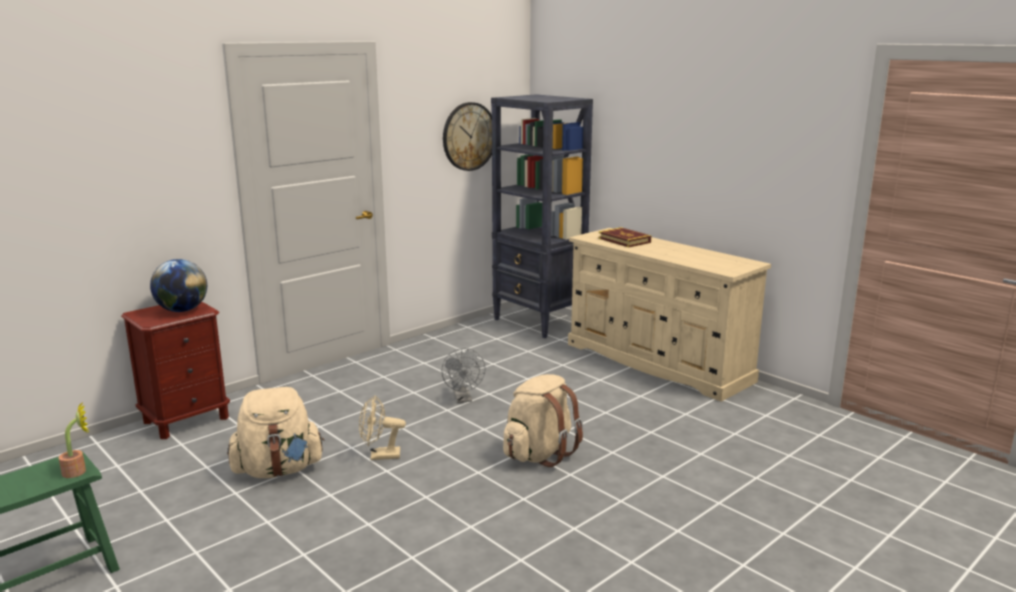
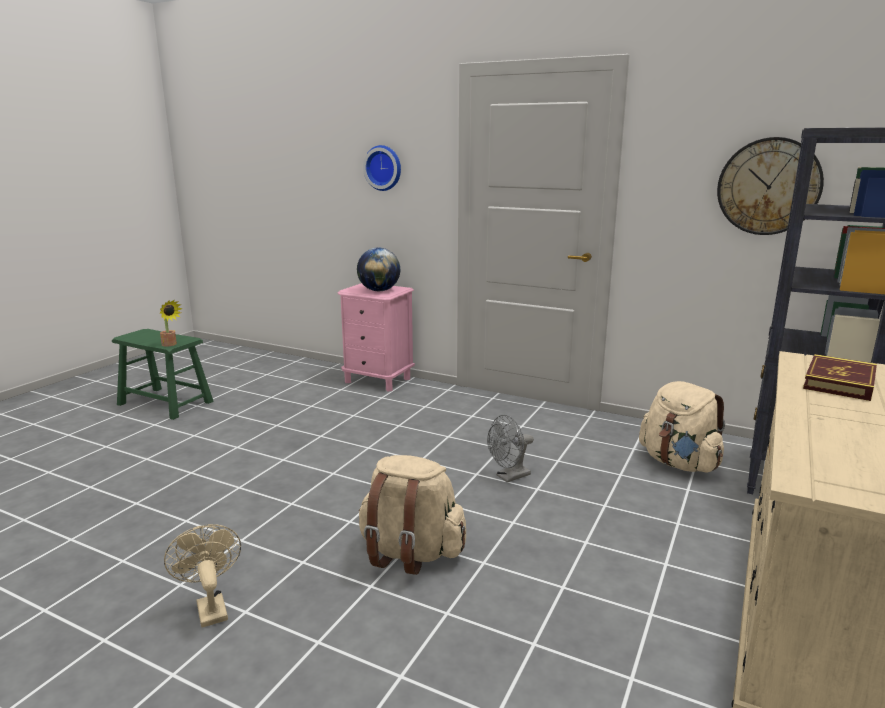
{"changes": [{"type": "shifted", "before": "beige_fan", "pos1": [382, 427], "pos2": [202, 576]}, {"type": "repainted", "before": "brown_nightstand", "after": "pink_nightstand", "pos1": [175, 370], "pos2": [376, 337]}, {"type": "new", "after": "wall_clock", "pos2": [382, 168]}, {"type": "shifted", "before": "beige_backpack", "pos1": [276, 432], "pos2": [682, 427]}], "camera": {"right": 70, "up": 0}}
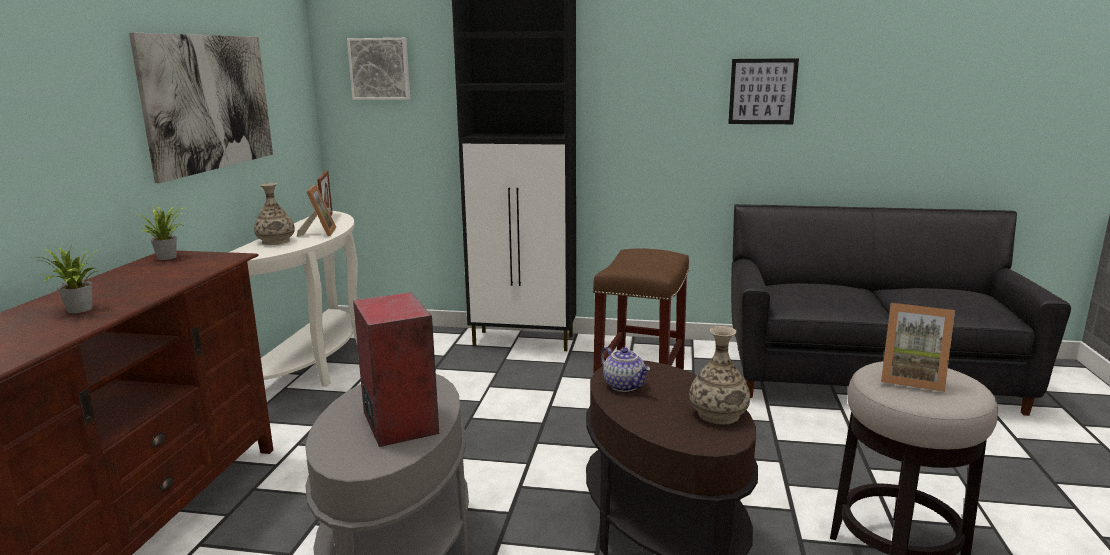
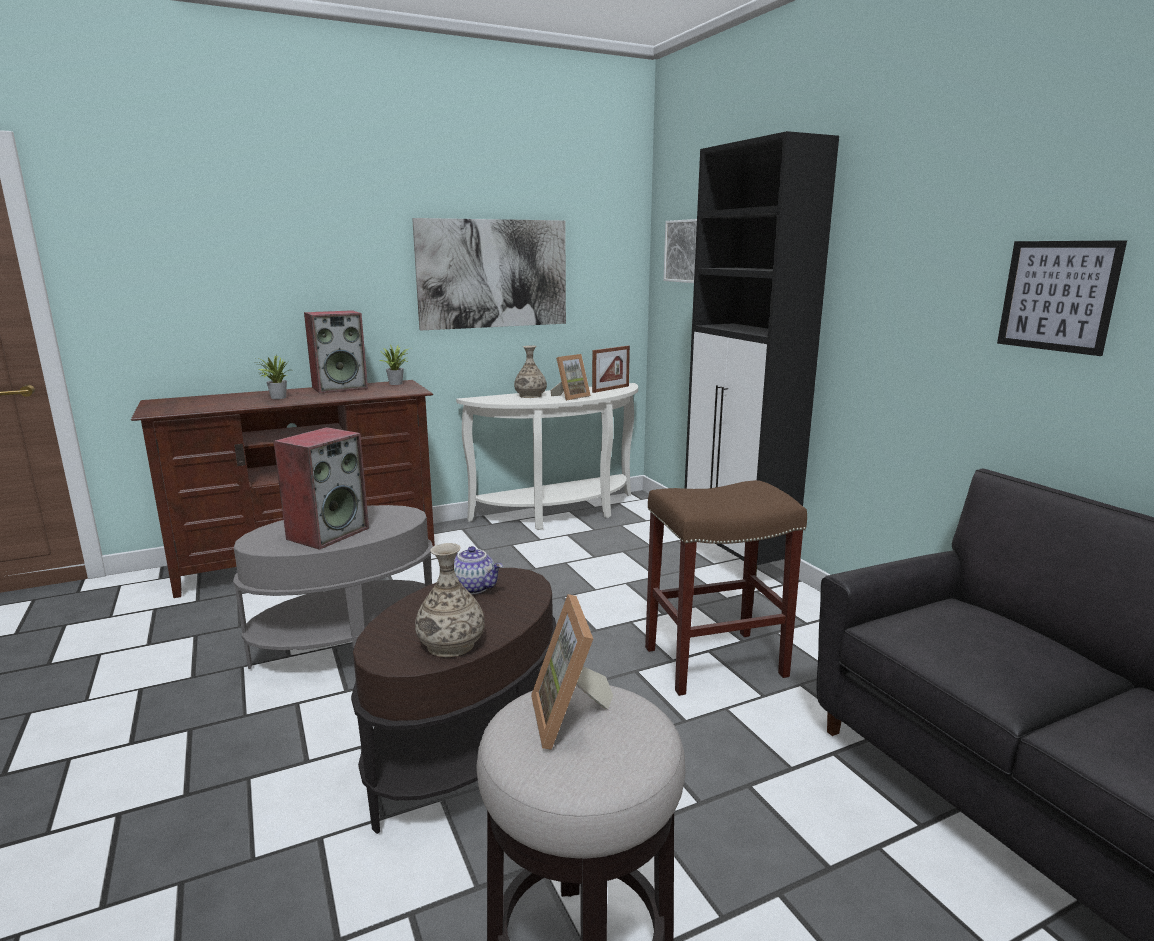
{"changes": [{"type": "new", "after": "speaker", "pos2": [336, 351]}, {"type": "rotated", "before": "teapot", "pos1": [625, 369], "pos2": [478, 570], "turn": -75}], "camera": {"right": 55, "up": 0}}
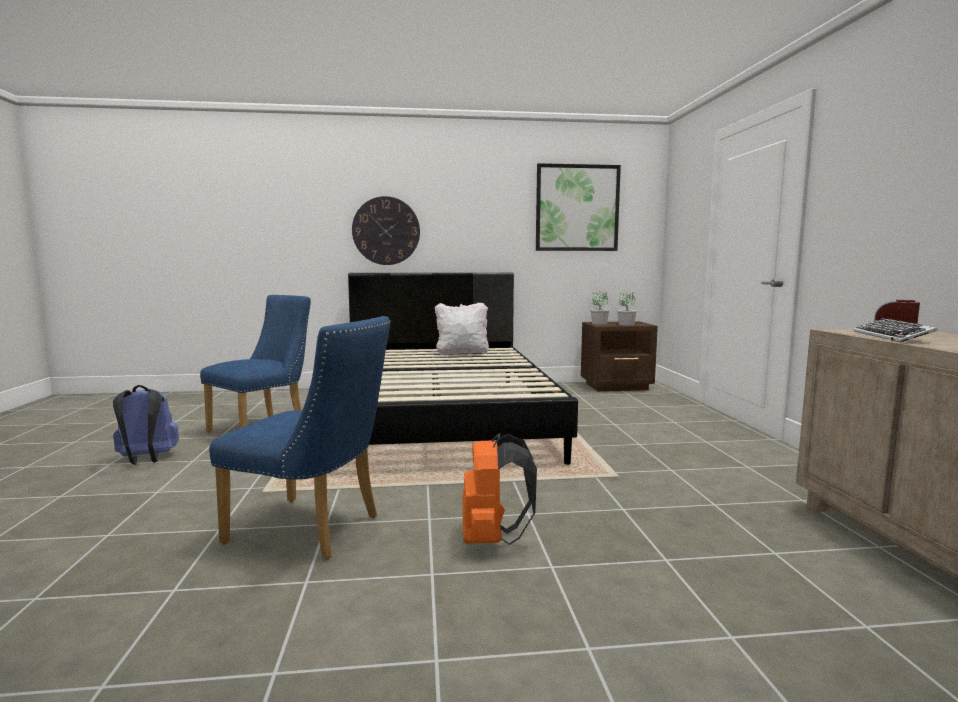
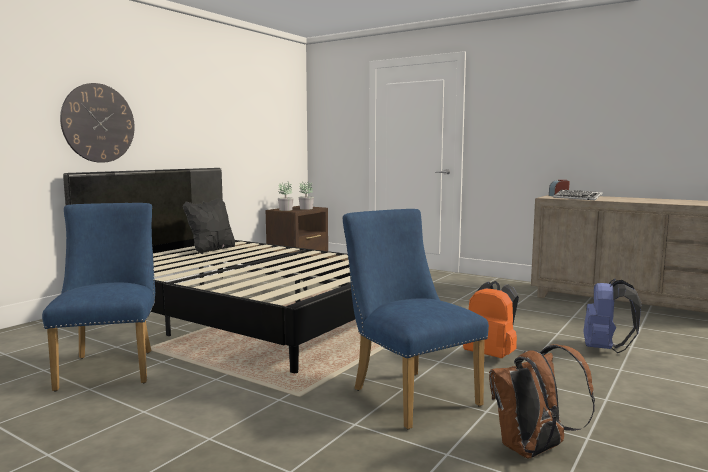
{"changes": [{"type": "repainted", "before": "white_pillow", "after": "black_pillow", "pos1": [462, 329], "pos2": [209, 226]}, {"type": "rotated", "before": "blue_chair", "pos1": [300, 437], "pos2": [416, 319], "turn": -90}, {"type": "new", "after": "brown_backpack", "pos2": [542, 401]}, {"type": "shifted", "before": "blue_backpack", "pos1": [146, 425], "pos2": [613, 315]}, {"type": "gone", "before": "picture", "pos1": [578, 207]}], "camera": {"right": -50, "up": 0}}
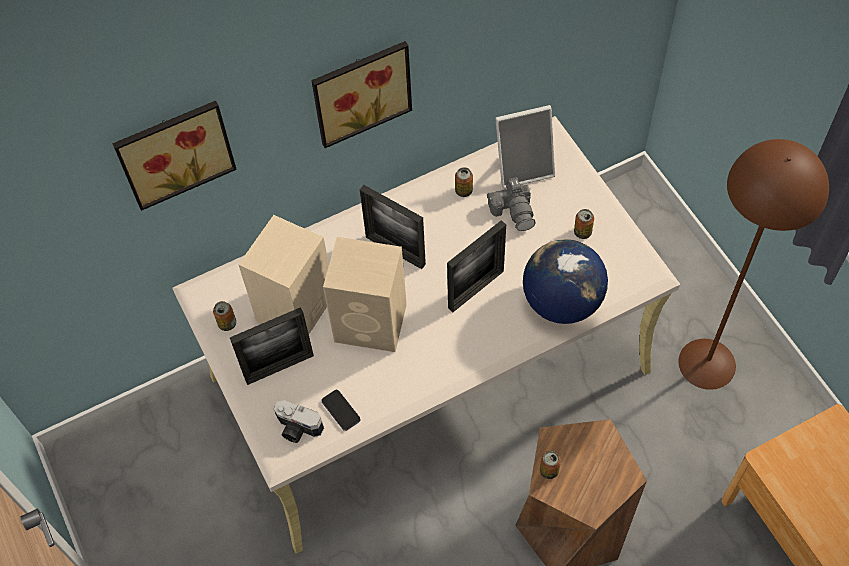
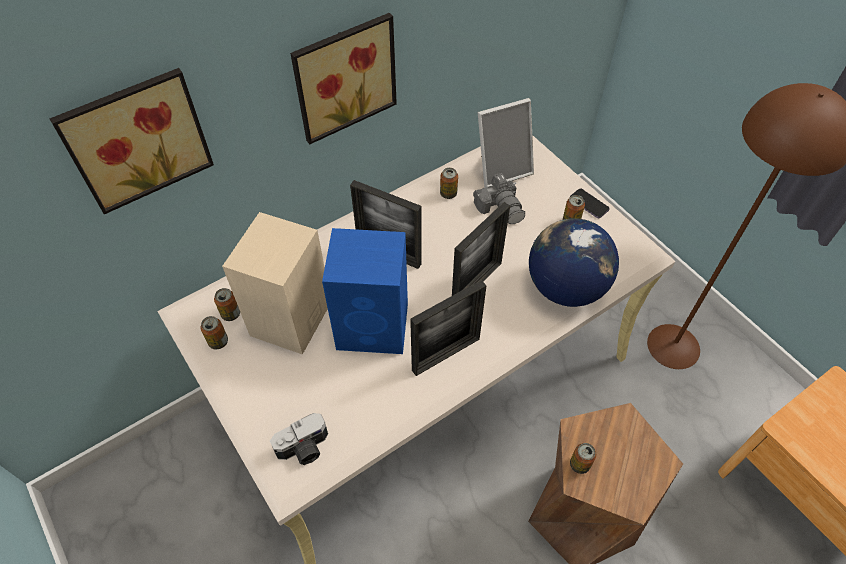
{"changes": [{"type": "new", "after": "can", "pos2": [227, 304]}, {"type": "rotated", "before": "photo_camera", "pos1": [299, 421], "pos2": [299, 439], "turn": -45}, {"type": "repainted", "before": "beige_speaker", "after": "blue_speaker", "pos1": [365, 294], "pos2": [365, 291]}, {"type": "shifted", "before": "picture_frame", "pos1": [272, 346], "pos2": [448, 328]}, {"type": "shifted", "before": "phone", "pos1": [340, 410], "pos2": [590, 203]}], "camera": {"right": -10, "up": -5}}
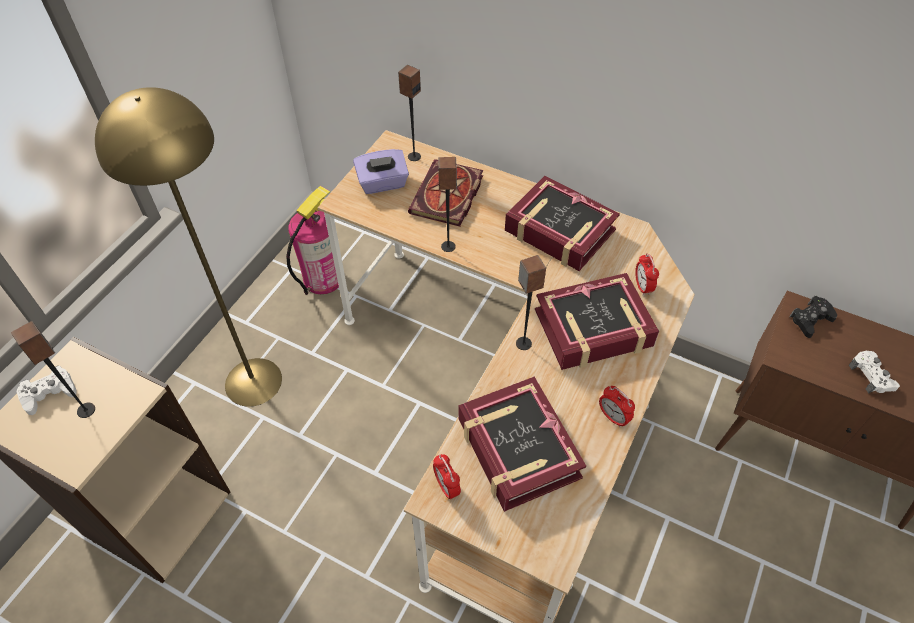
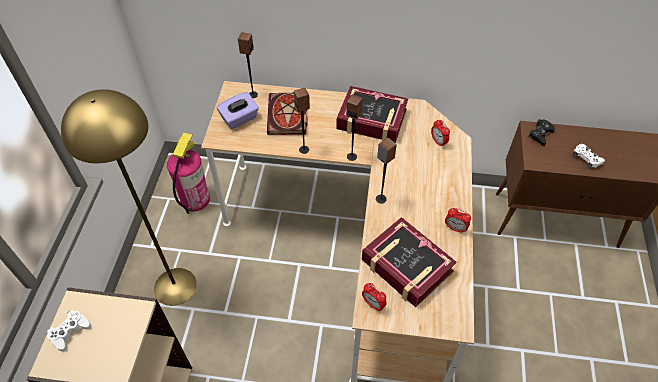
{"changes": [{"type": "shifted", "before": "speaker", "pos1": [53, 369], "pos2": [354, 127]}, {"type": "gone", "before": "book", "pos1": [597, 321]}], "camera": {"right": -20, "up": 0}}
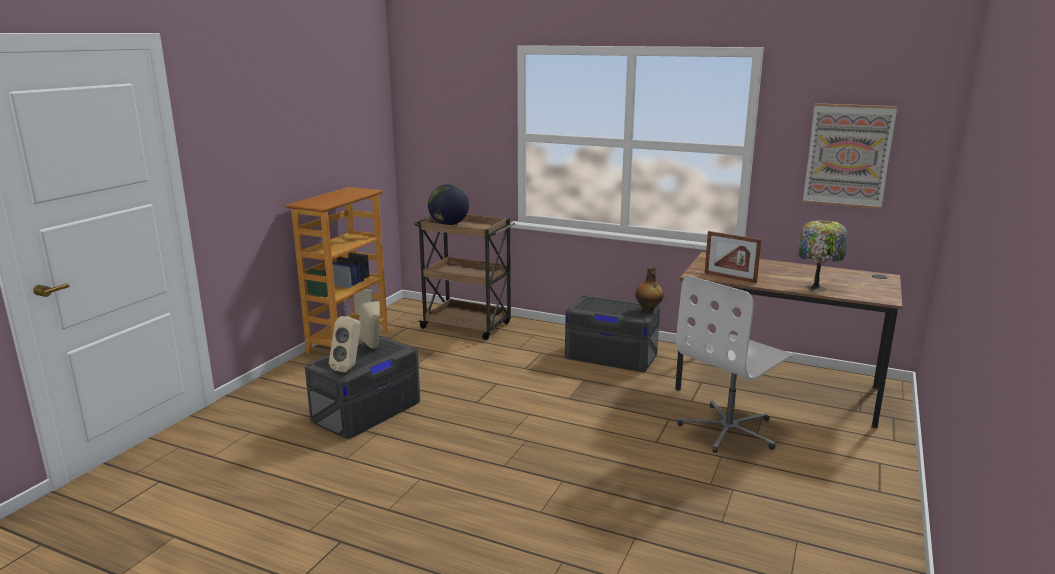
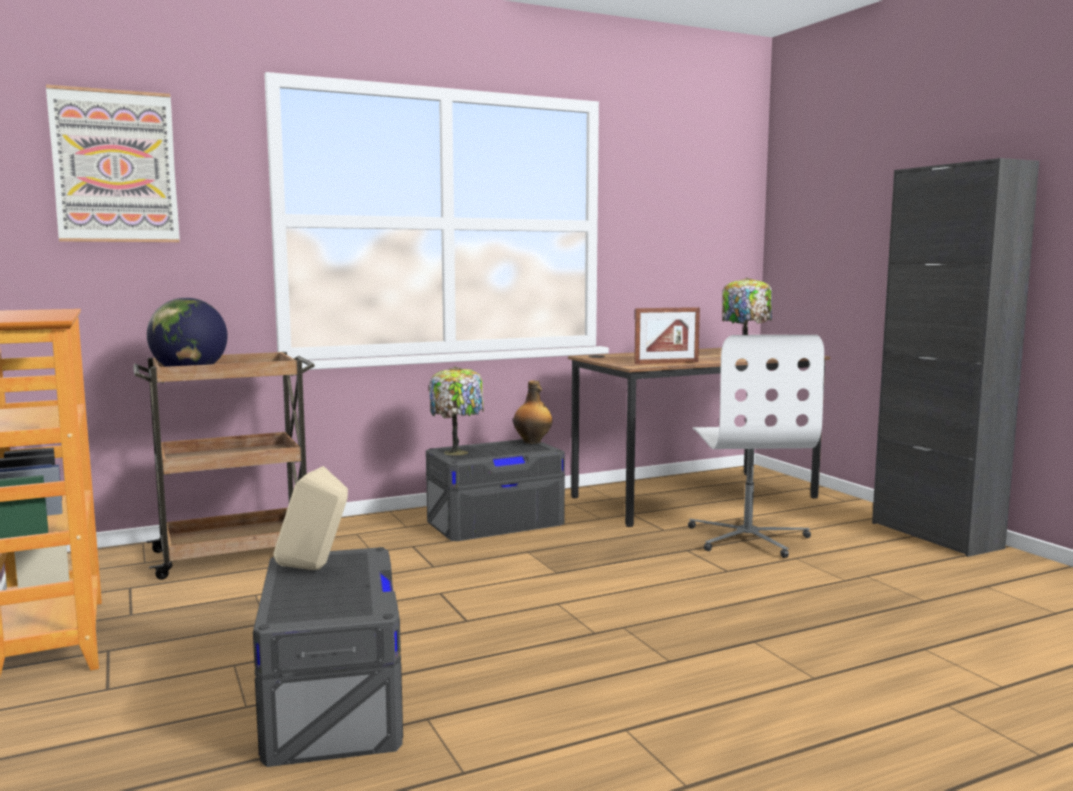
{"changes": [{"type": "shifted", "before": "picture", "pos1": [850, 156], "pos2": [113, 163]}, {"type": "new", "after": "table_lamp", "pos2": [456, 411]}, {"type": "new", "after": "black_cabinet", "pos2": [955, 357]}, {"type": "gone", "before": "beige_speaker", "pos1": [345, 344]}], "camera": {"right": -50, "up": -10}}
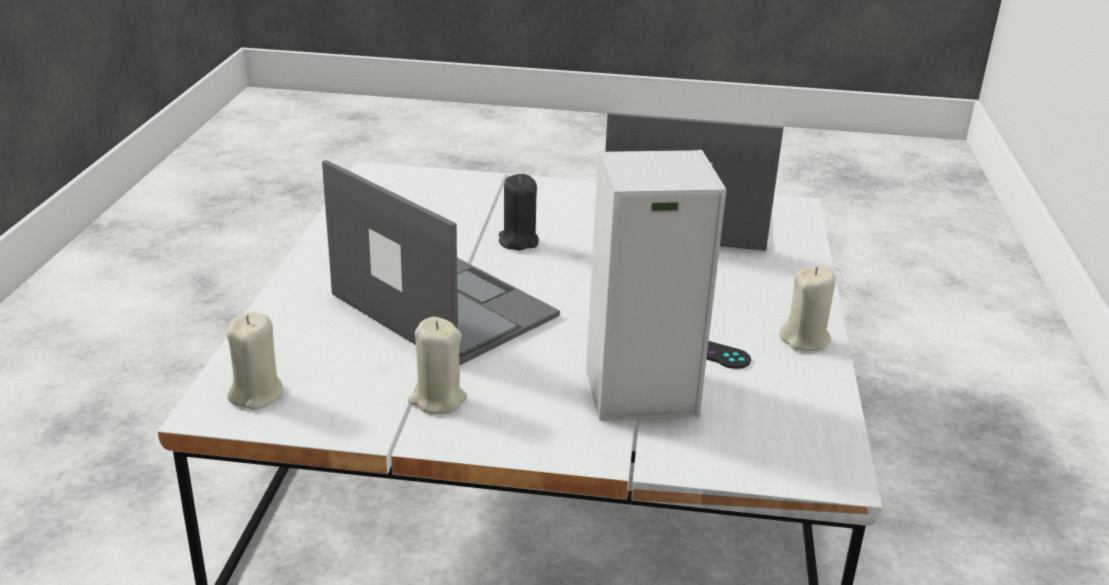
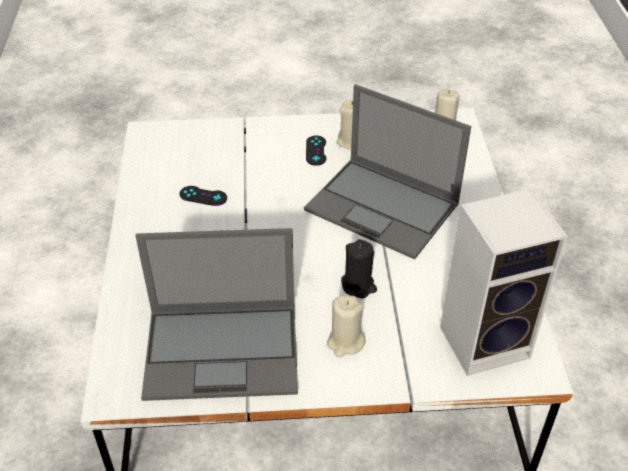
{"changes": [{"type": "new", "after": "black_game_controller", "pos2": [316, 150]}, {"type": "shifted", "before": "beige_candle", "pos1": [808, 308], "pos2": [346, 326]}, {"type": "shifted", "before": "speaker", "pos1": [656, 285], "pos2": [504, 282]}], "camera": {"right": 170, "up": 15}}
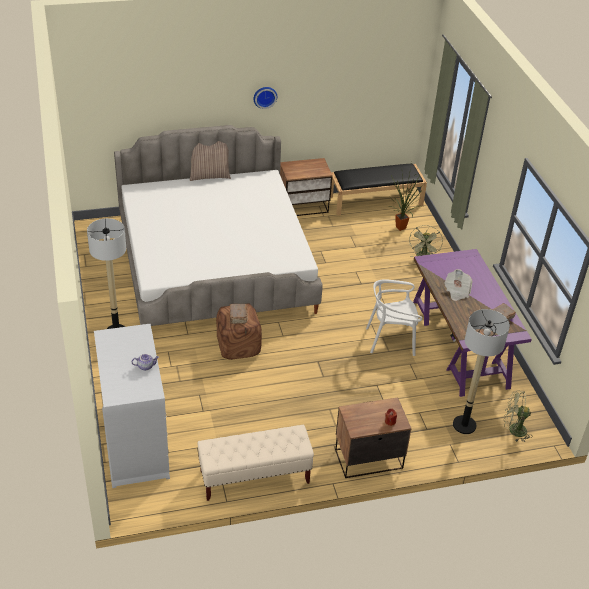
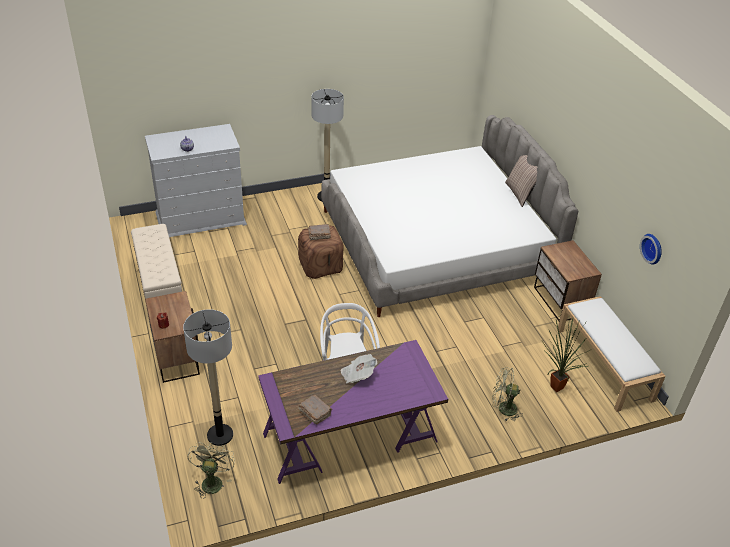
{"changes": [{"type": "repainted", "before": "black_bench", "after": "white_bench", "pos1": [379, 190], "pos2": [611, 354]}, {"type": "shifted", "before": "wall_clock", "pos1": [265, 98], "pos2": [651, 249]}], "camera": {"right": 85, "up": 0}}
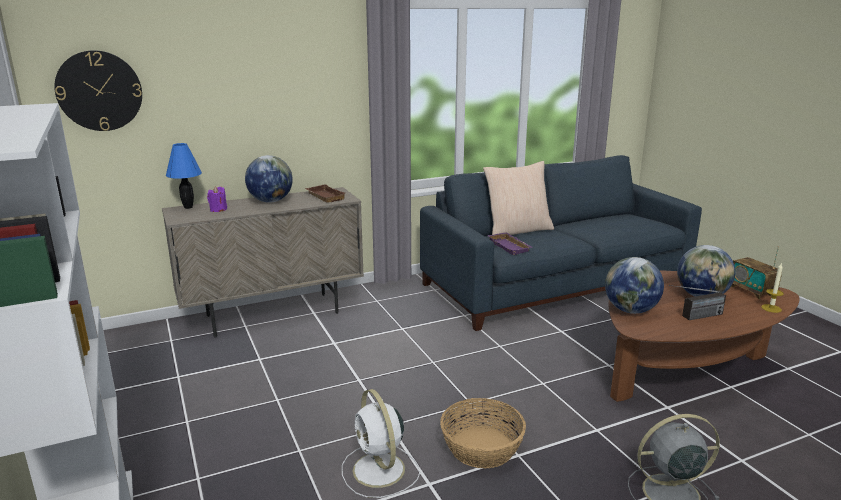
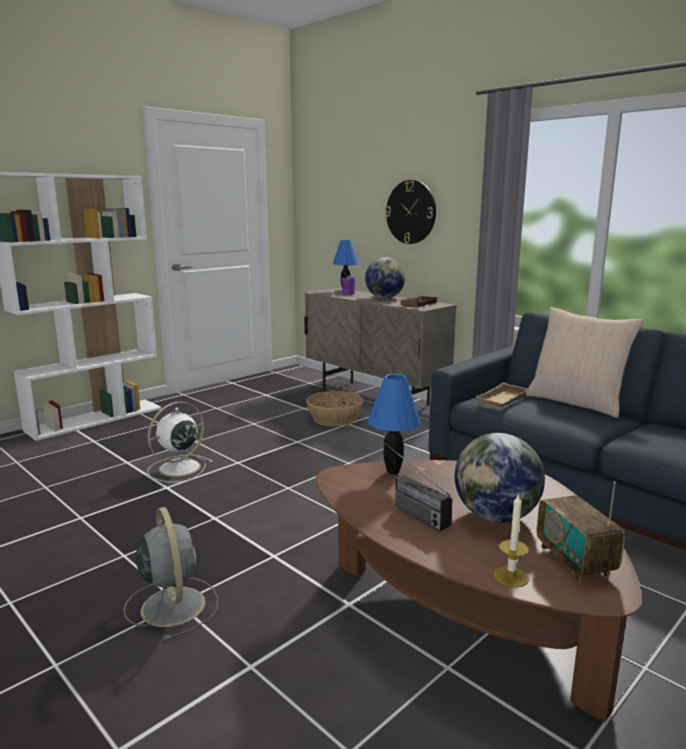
{"changes": [{"type": "shifted", "before": "basket", "pos1": [483, 433], "pos2": [334, 409]}, {"type": "swapped", "before": "globe", "after": "blue_table_lamp", "pos1": [634, 285], "pos2": [394, 424]}, {"type": "shifted", "before": "wall_clock", "pos1": [98, 90], "pos2": [410, 212]}, {"type": "repainted", "before": "purple_tray", "after": "beige_tray", "pos1": [510, 243], "pos2": [502, 395]}, {"type": "rotated", "before": "radio", "pos1": [756, 272], "pos2": [581, 532], "turn": -60}], "camera": {"right": 70, "up": -5}}
